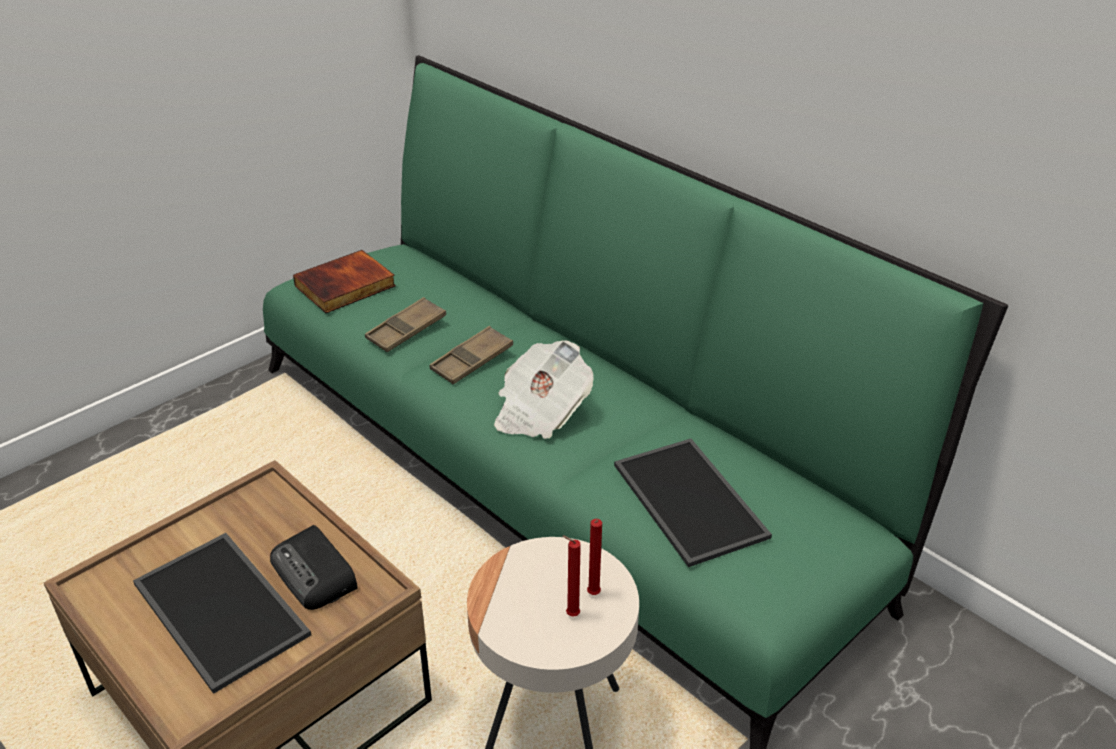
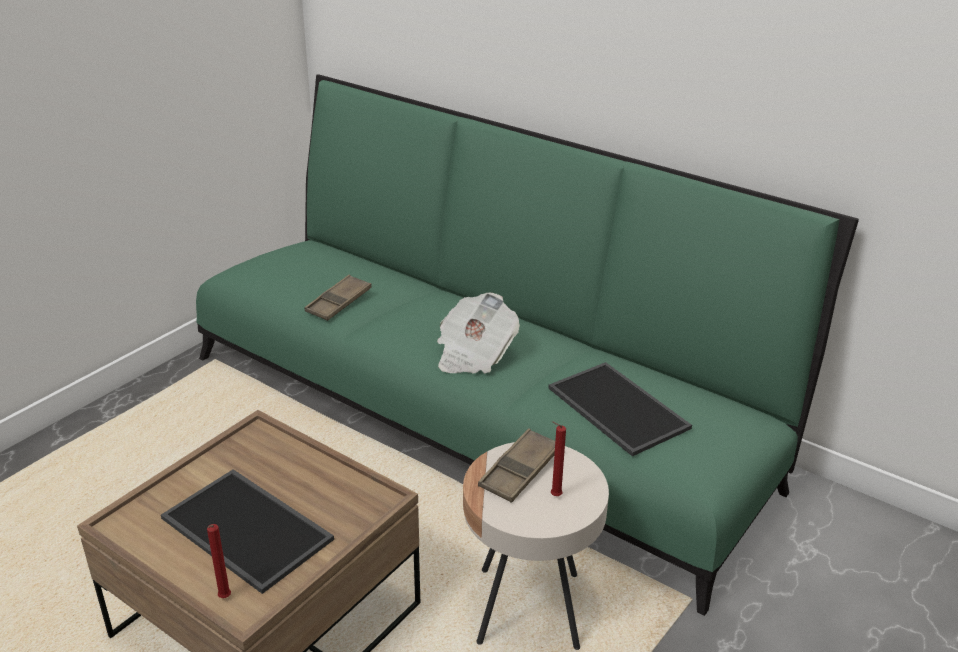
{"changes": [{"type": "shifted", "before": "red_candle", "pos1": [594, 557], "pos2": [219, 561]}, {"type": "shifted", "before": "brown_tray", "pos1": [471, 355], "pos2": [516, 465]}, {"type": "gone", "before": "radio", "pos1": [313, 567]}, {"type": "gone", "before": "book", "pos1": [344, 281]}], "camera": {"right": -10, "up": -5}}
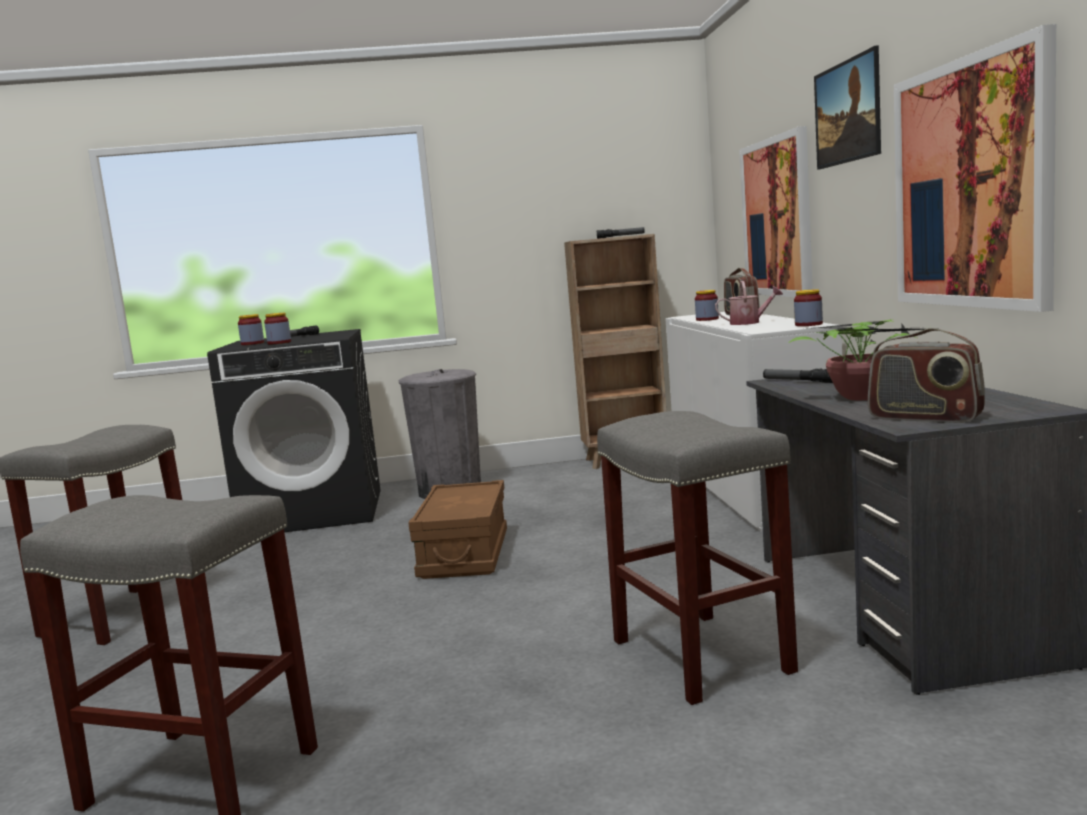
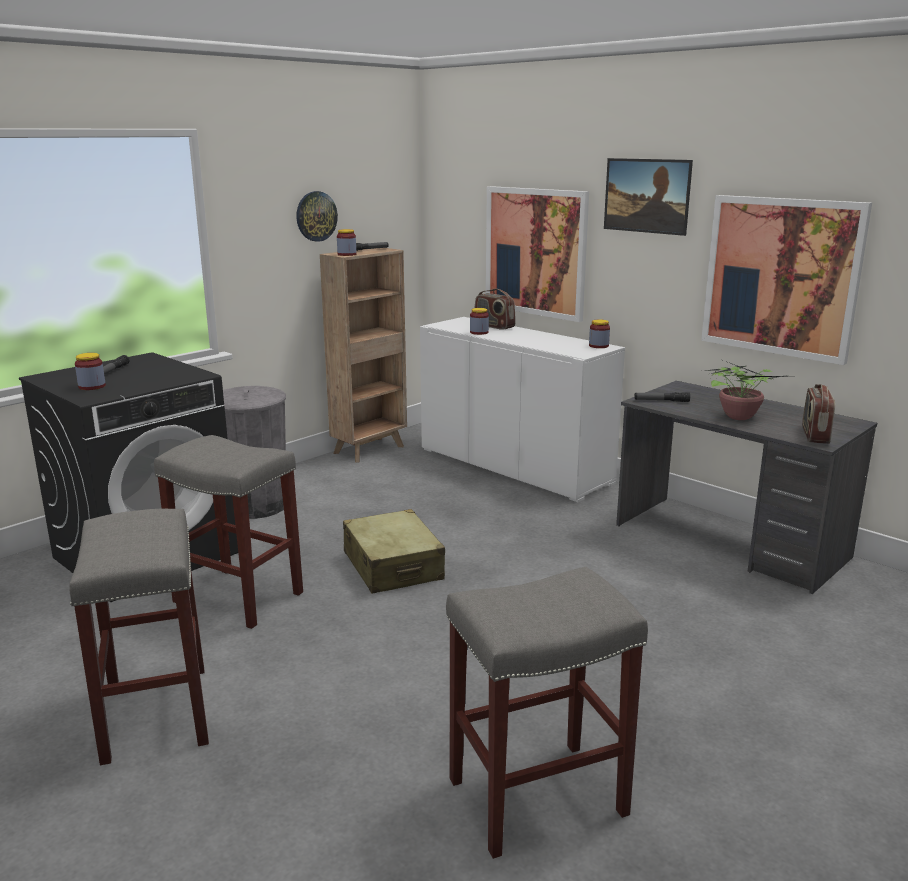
{"changes": [{"type": "shifted", "before": "grey_stool", "pos1": [697, 558], "pos2": [228, 532]}, {"type": "new", "after": "wall_clock", "pos2": [317, 216]}, {"type": "shifted", "before": "jar", "pos1": [277, 329], "pos2": [346, 242]}, {"type": "swapped", "before": "brown_storage_box", "after": "beige_suitcase", "pos1": [457, 529], "pos2": [394, 551]}, {"type": "rotated", "before": "radio", "pos1": [926, 375], "pos2": [818, 414], "turn": 105}, {"type": "gone", "before": "watering_can", "pos1": [749, 303]}], "camera": {"right": -40, "up": 10}}
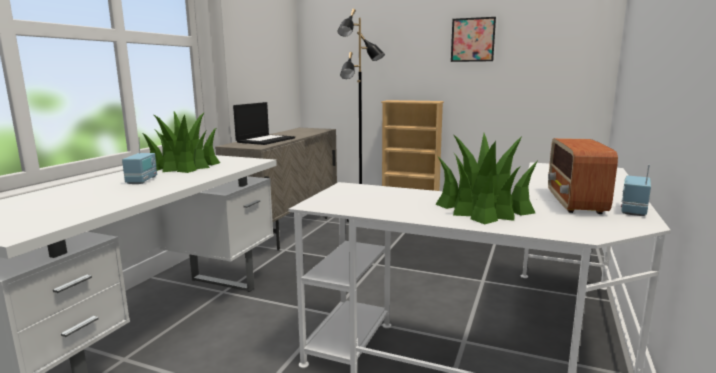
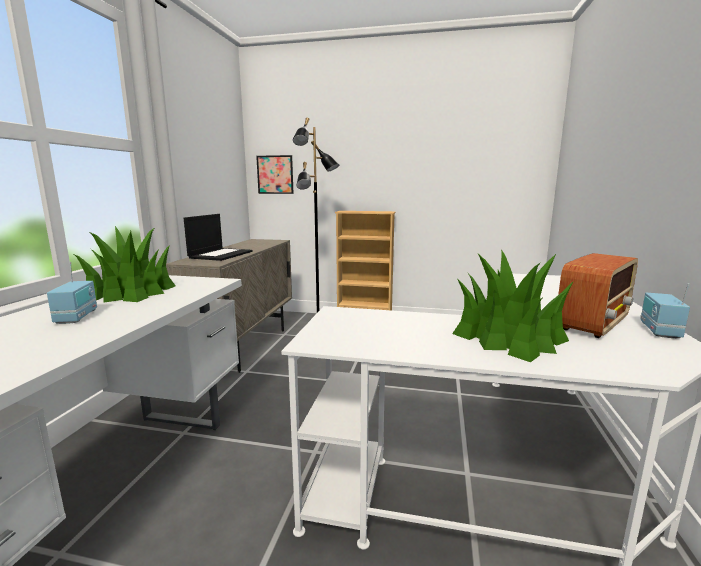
{"changes": [{"type": "shifted", "before": "picture", "pos1": [473, 39], "pos2": [275, 174]}, {"type": "rotated", "before": "radio", "pos1": [583, 176], "pos2": [598, 295], "turn": -135}], "camera": {"right": -10, "up": 0}}
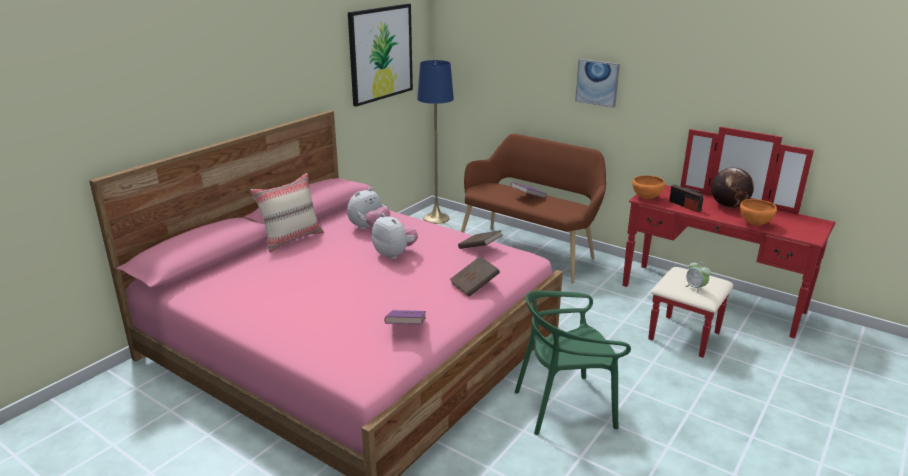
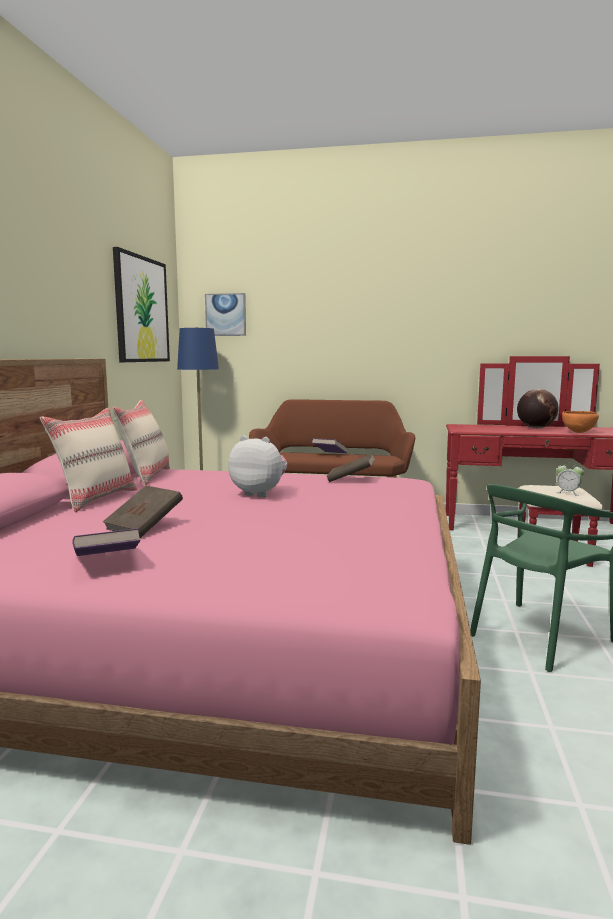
{"changes": [{"type": "shifted", "before": "purple_book", "pos1": [405, 317], "pos2": [106, 542]}, {"type": "shifted", "before": "brown_book", "pos1": [475, 276], "pos2": [143, 512]}, {"type": "new", "after": "beige_pillow", "pos2": [141, 442]}, {"type": "shifted", "before": "picture", "pos1": [597, 83], "pos2": [225, 314]}, {"type": "gone", "before": "plush_toy", "pos1": [368, 208]}, {"type": "gone", "before": "orange_bowl", "pos1": [648, 187]}, {"type": "gone", "before": "radio", "pos1": [686, 198]}], "camera": {"right": -25, "up": -15}}
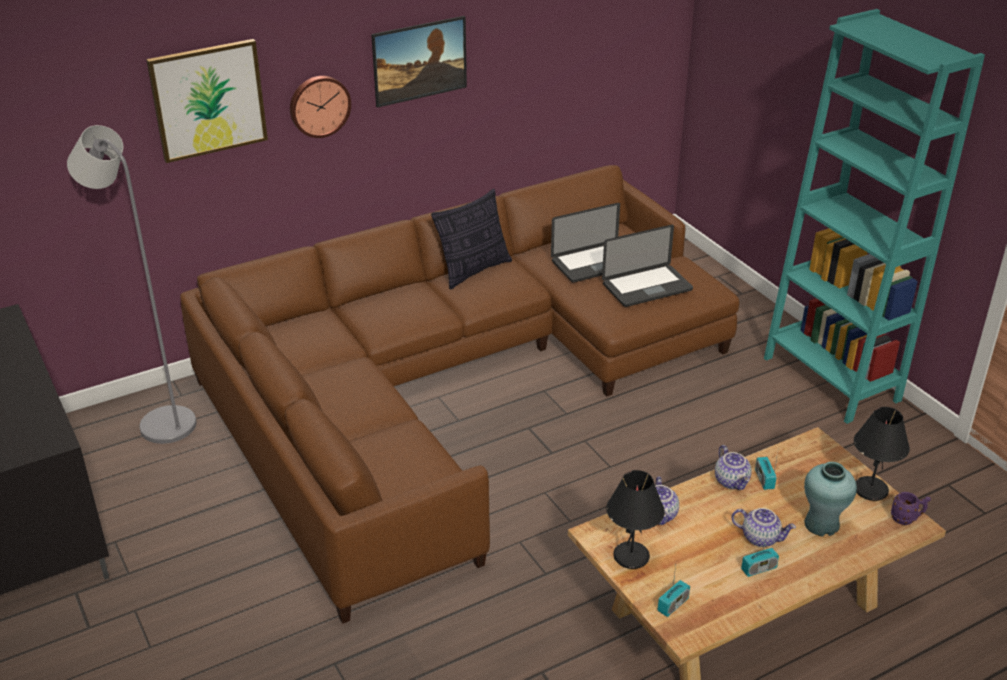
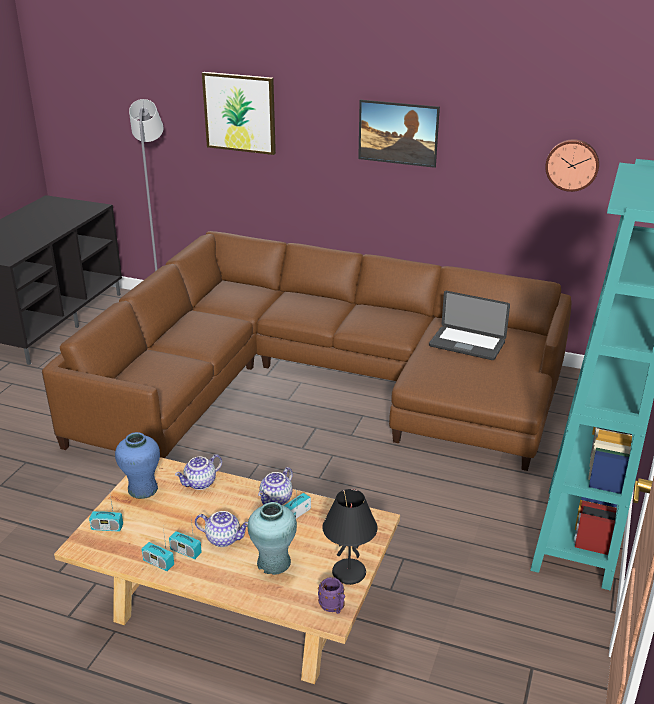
{"changes": [{"type": "swapped", "before": "black_table_lamp", "after": "blue_vase", "pos1": [635, 519], "pos2": [137, 465]}, {"type": "new", "after": "radio", "pos2": [157, 549]}, {"type": "rotated", "before": "teapot", "pos1": [764, 527], "pos2": [221, 529], "turn": -60}, {"type": "shifted", "before": "wall_clock", "pos1": [320, 107], "pos2": [572, 165]}, {"type": "gone", "before": "pillow", "pos1": [471, 239]}, {"type": "gone", "before": "laptop", "pos1": [647, 266]}], "camera": {"right": 50, "up": -5}}
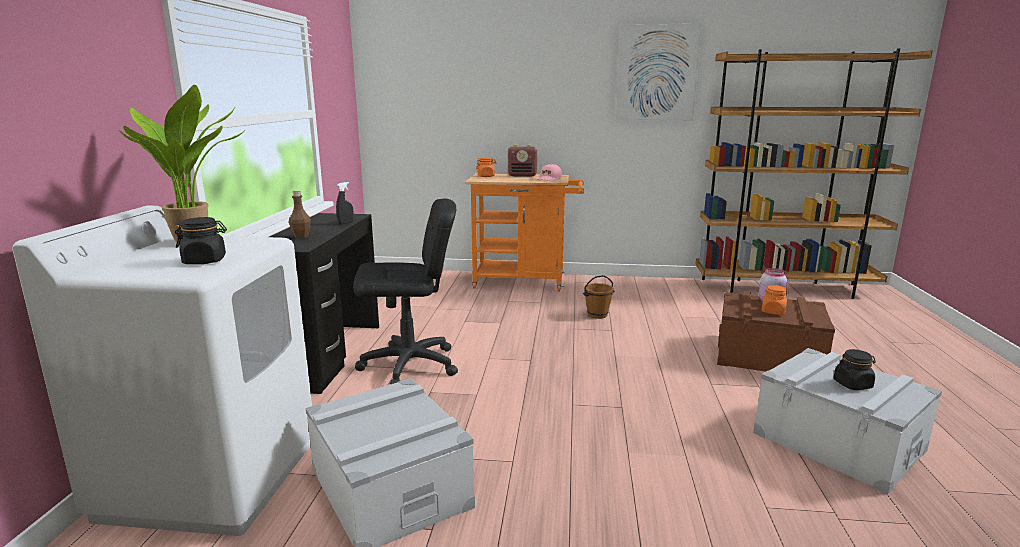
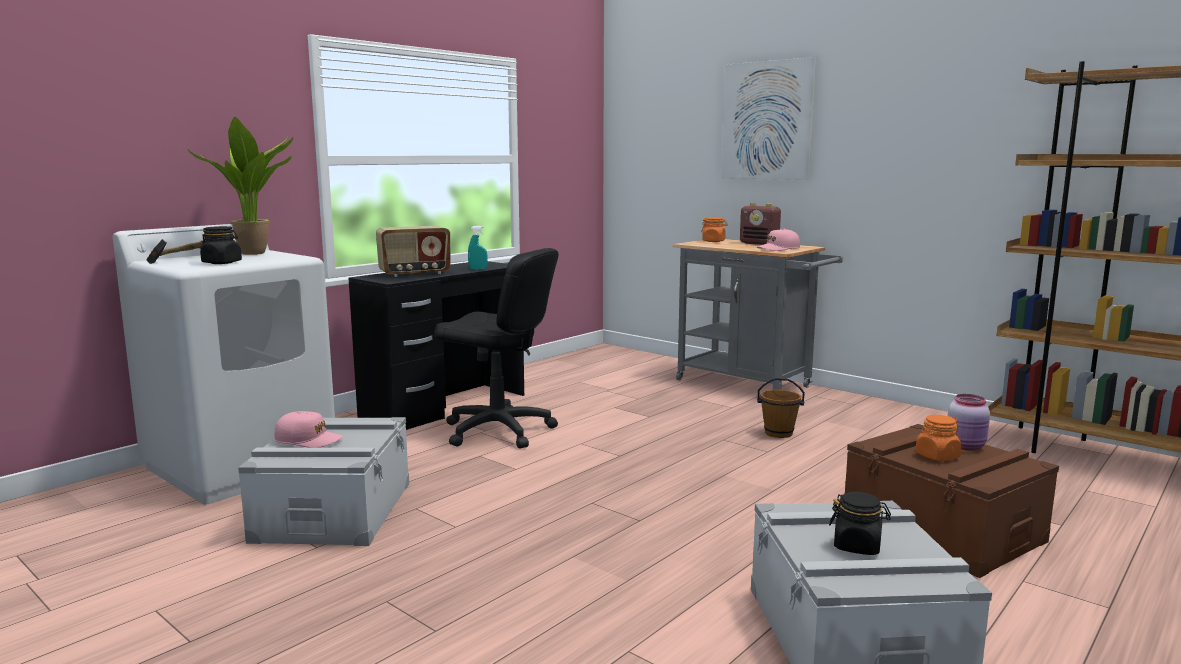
{"changes": [{"type": "new", "after": "hammer", "pos2": [175, 251]}, {"type": "new", "after": "pink_cap", "pos2": [309, 429]}, {"type": "swapped", "before": "brown_bottle", "after": "radio", "pos1": [300, 214], "pos2": [413, 251]}, {"type": "repainted", "before": "black_spray_bottle", "after": "turquoise_spray_bottle", "pos1": [344, 203], "pos2": [477, 248]}, {"type": "repainted", "before": "orange_cart", "after": "grey_cart", "pos1": [524, 232], "pos2": [758, 314]}, {"type": "shifted", "before": "picture", "pos1": [659, 72], "pos2": [769, 118]}], "camera": {"right": 35, "up": -5}}
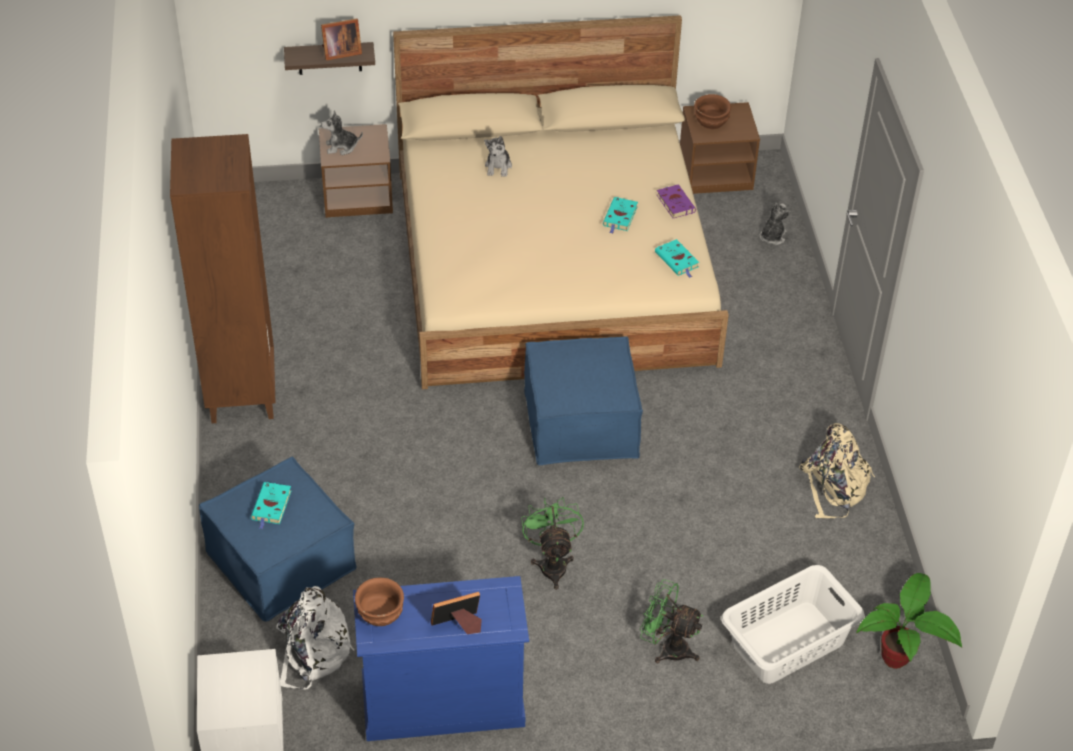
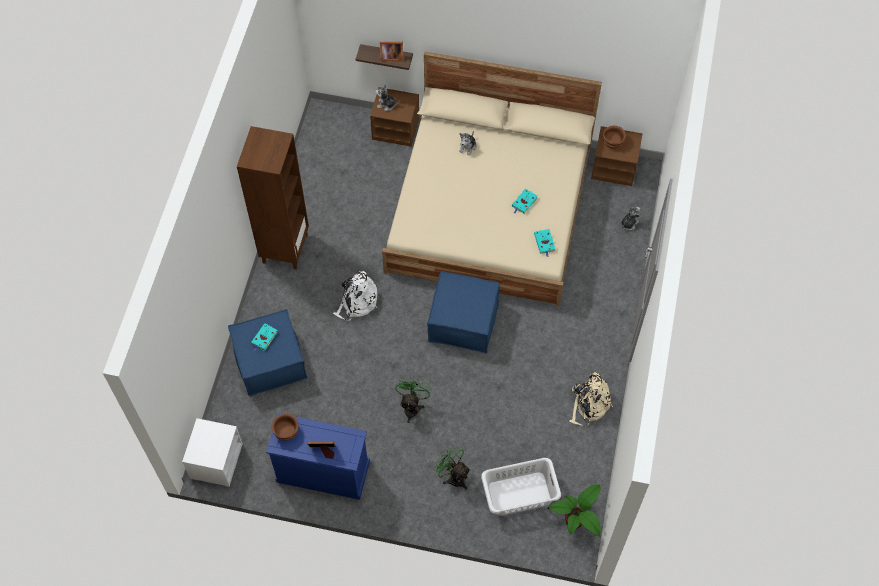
{"changes": [{"type": "shifted", "before": "white_backpack", "pos1": [315, 638], "pos2": [355, 296]}, {"type": "gone", "before": "purple_book", "pos1": [676, 201]}], "camera": {"right": 20, "up": 15}}
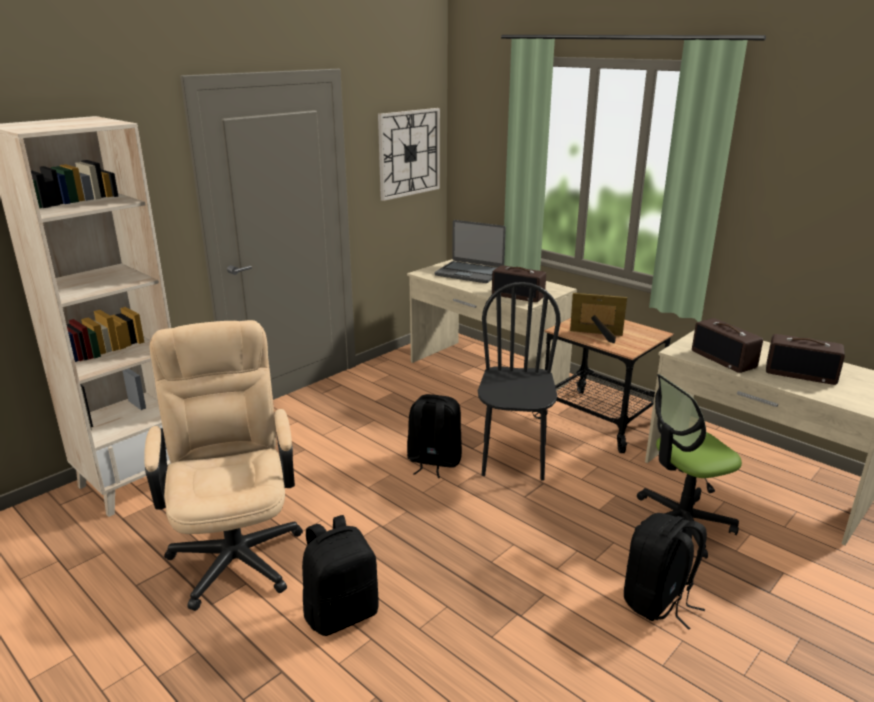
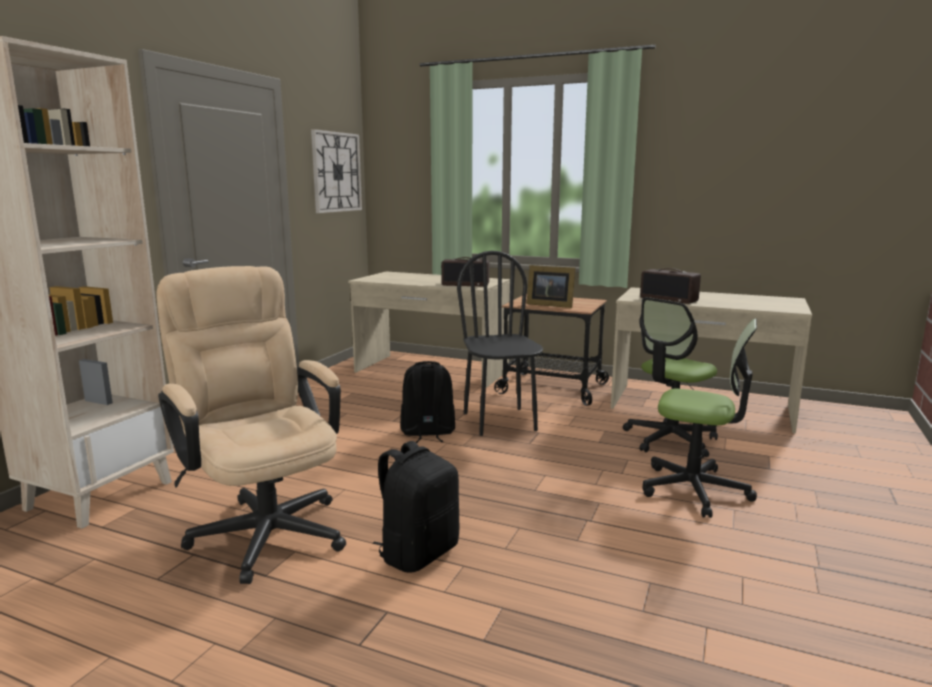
{"changes": [{"type": "rotated", "before": "picture_frame", "pos1": [598, 318], "pos2": [551, 286], "turn": -150}, {"type": "swapped", "before": "black_backpack", "after": "office_chair", "pos1": [665, 571], "pos2": [700, 418]}, {"type": "gone", "before": "laptop", "pos1": [470, 251]}, {"type": "gone", "before": "radio", "pos1": [805, 359]}], "camera": {"right": -20, "up": -10}}
